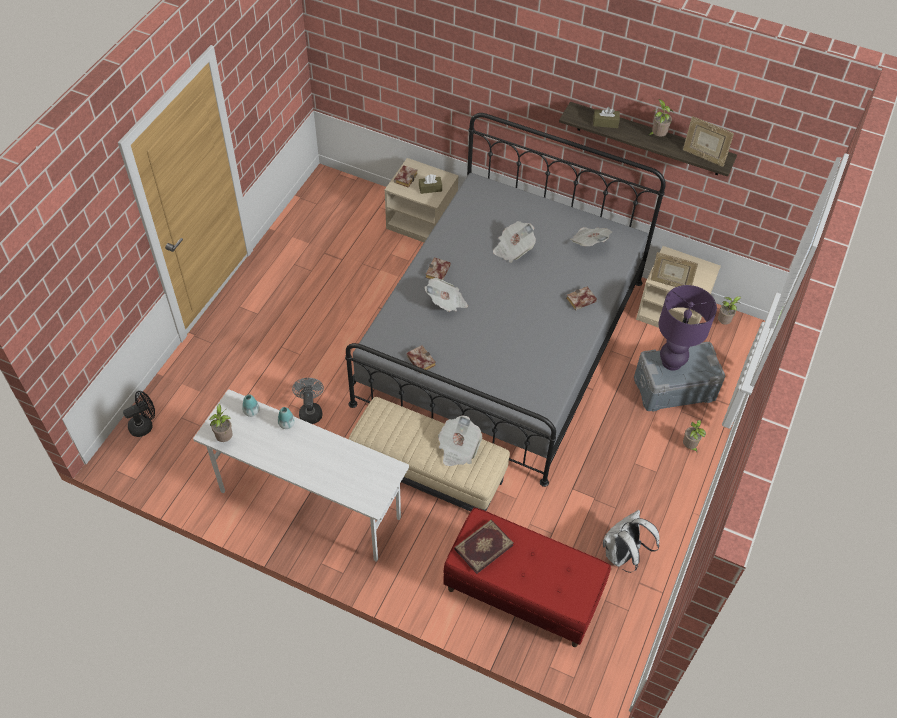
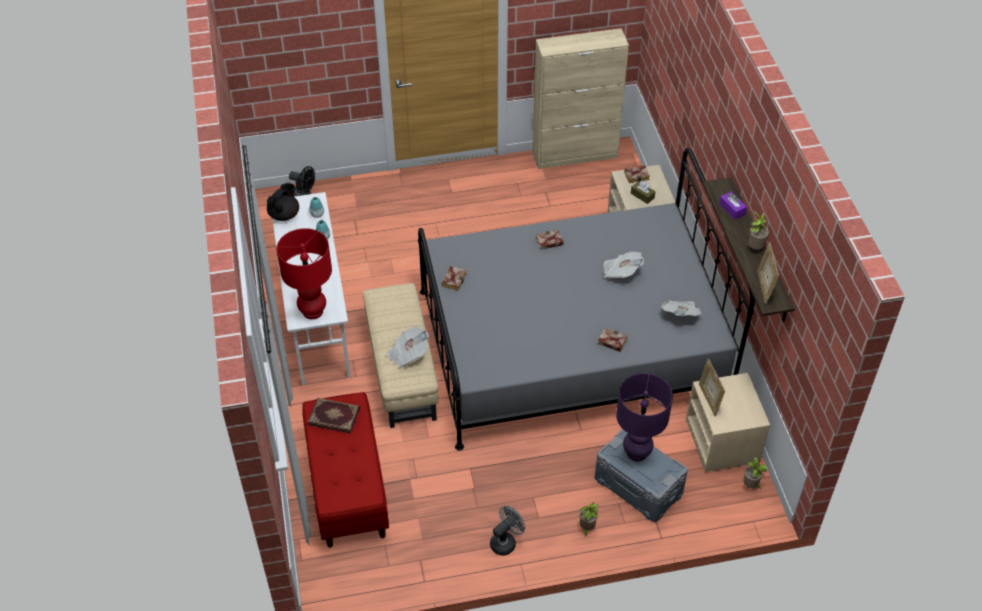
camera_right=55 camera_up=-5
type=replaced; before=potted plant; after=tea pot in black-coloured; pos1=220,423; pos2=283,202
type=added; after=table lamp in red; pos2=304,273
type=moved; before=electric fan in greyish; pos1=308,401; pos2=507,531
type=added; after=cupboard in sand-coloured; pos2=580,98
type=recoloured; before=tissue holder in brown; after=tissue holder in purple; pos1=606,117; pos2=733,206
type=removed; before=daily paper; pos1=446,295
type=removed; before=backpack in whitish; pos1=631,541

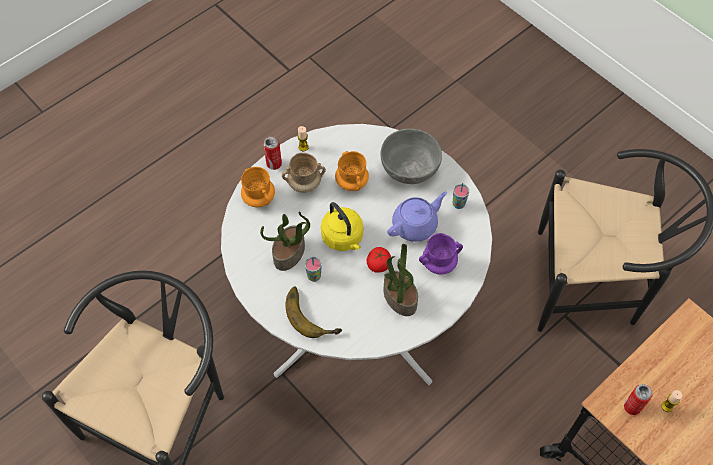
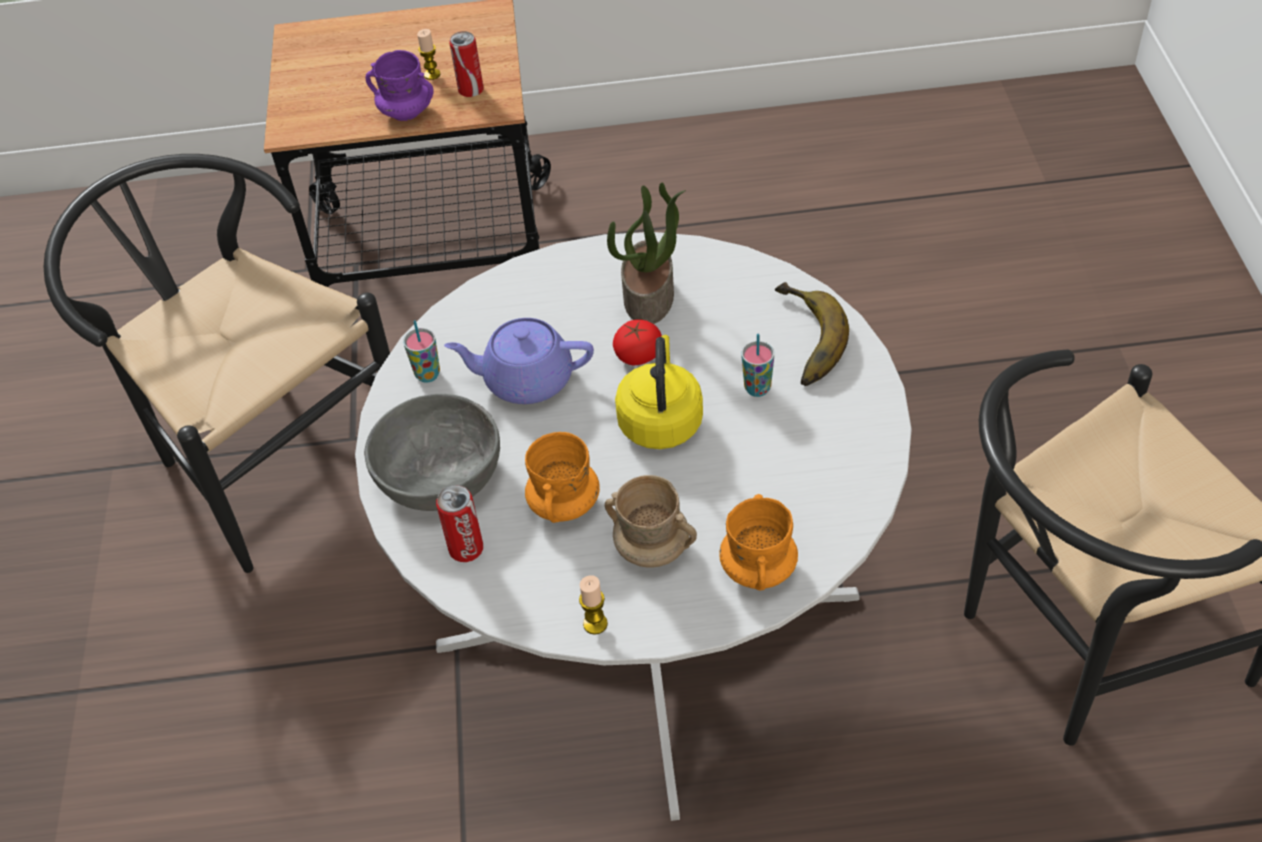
camera_right=-140 camera_up=-10
type=moved; before=coffee mug in purple; pos1=441,254; pos2=399,85
type=moved; before=sealed can; pos1=272,153; pos2=459,523
type=removed; before=potted plant; pos1=285,241

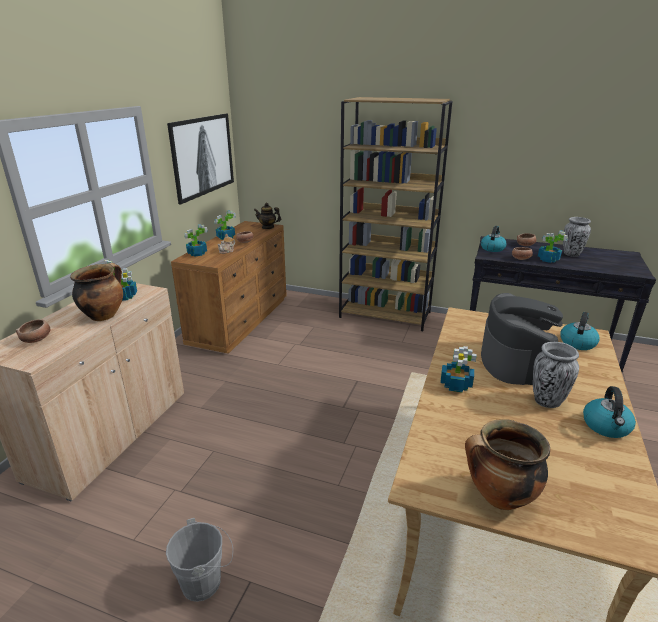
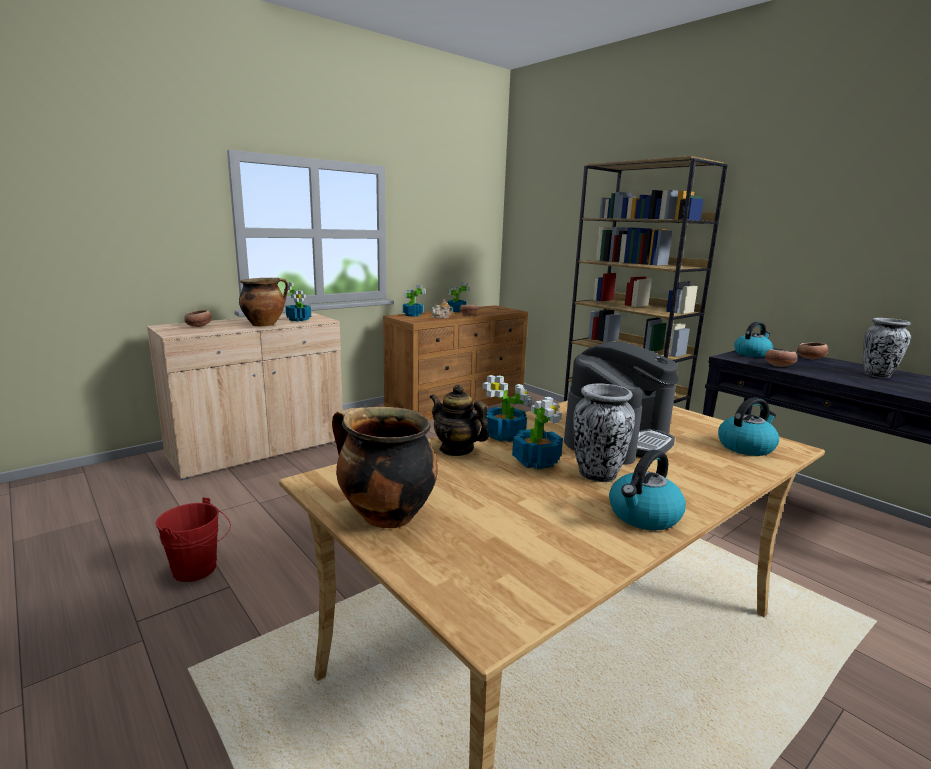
camera_right=30 camera_up=-10
type=recoloured; before=pail in greyish; after=pail in red; pos1=199,560; pos2=193,539
type=moved; before=tea pot; pos1=267,216; pos2=459,420
type=moved; before=potted plant; pos1=553,247; pos2=537,433
type=removed; before=picture; pos1=200,159

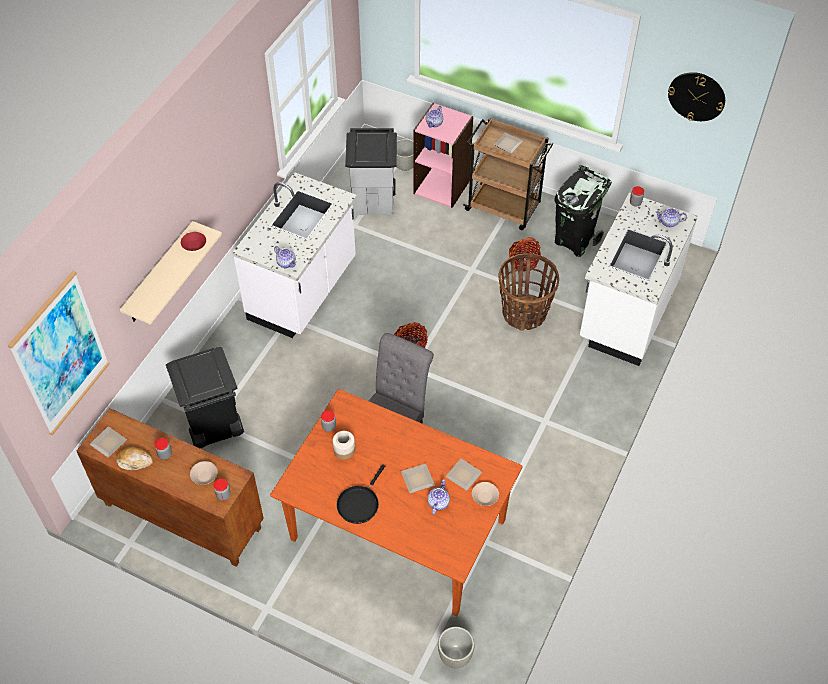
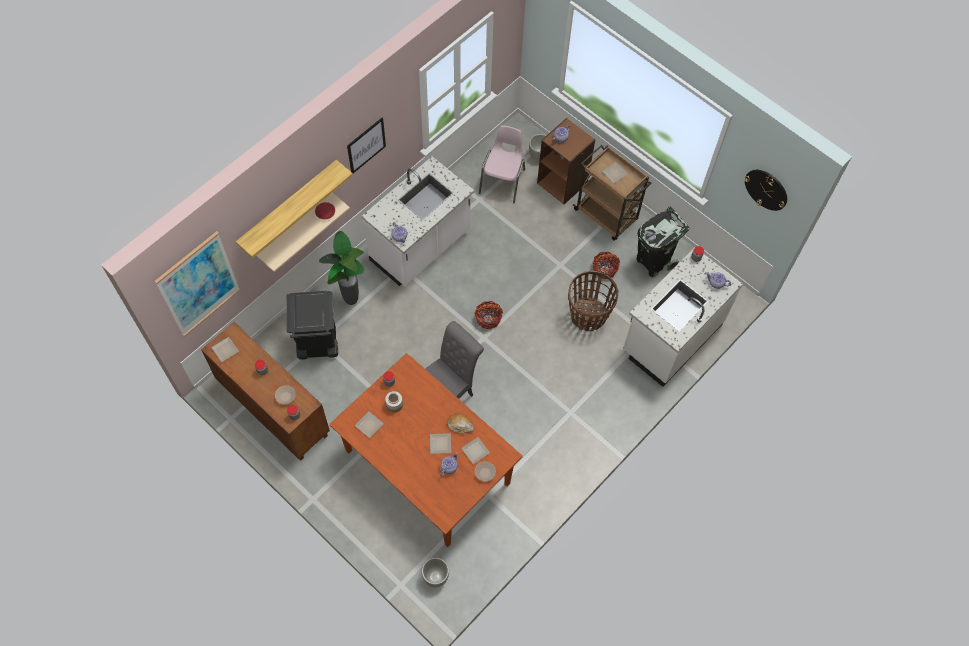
camera_right=15 camera_up=10
type=added; after=wall shelf; pos2=294,209
type=added; after=potted plant; pos2=341,268
type=added; after=picture; pos2=366,145
type=added; after=plate; pos2=369,424
type=moved; before=baked bread; pos1=134,458; pos2=460,423
type=replaced; before=waste bin in greyish; after=chair in pink; pos1=371,171; pos2=502,164
type=recoloured; before=bookshelf in pink; after=bookshelf in brown; pos1=443,155; pos2=566,161
type=removed; before=frying pan in black-coloured; pos1=360,494

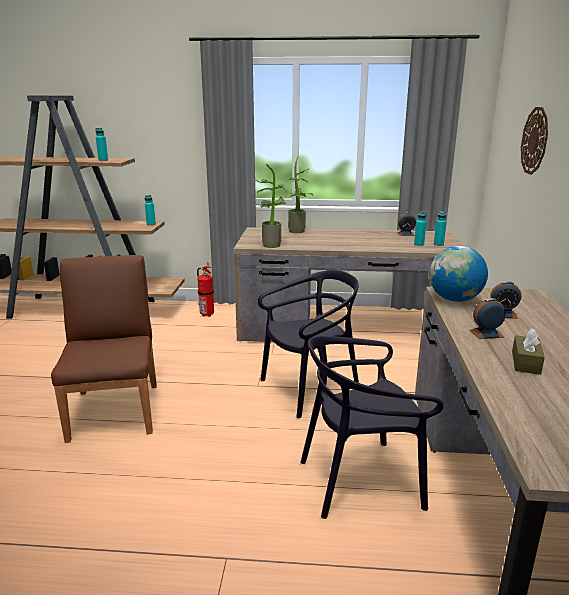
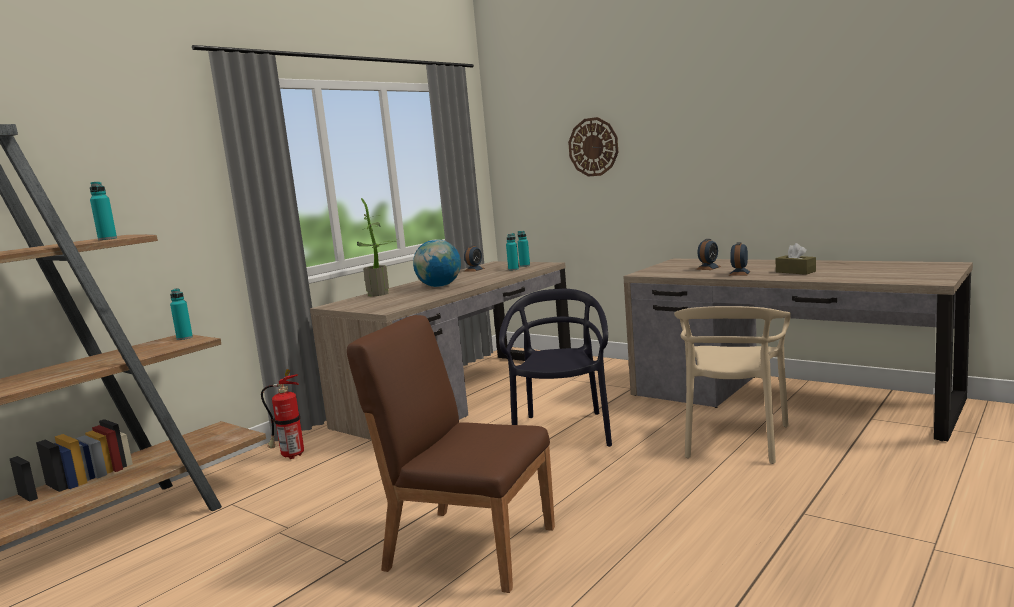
camera_right=-55 camera_up=-10
type=moved; before=desk globe; pos1=458,274; pos2=437,263
type=recoloured; before=chair in black-coloured; after=chair in sand-coloured; pos1=372,427; pos2=732,385
type=removed; before=potted plant; pos1=270,206

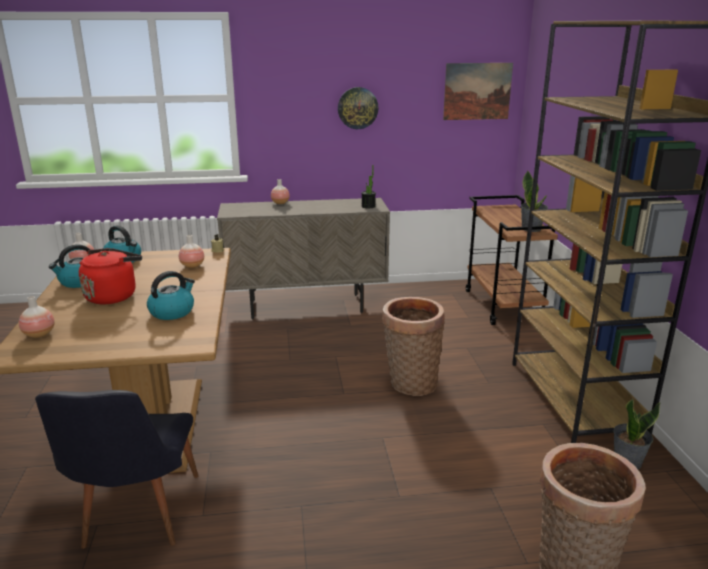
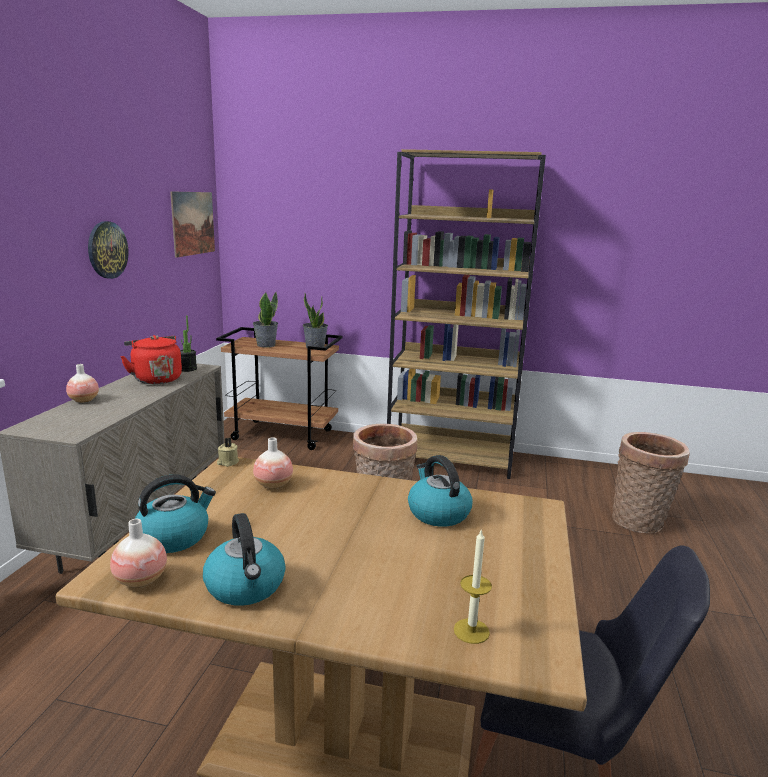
camera_right=-70 camera_up=-5
type=moved; before=kettle in red; pos1=110,276; pos2=151,359
type=moved; before=potted plant; pos1=637,434; pos2=265,320
type=replaced; before=flower vase; after=candle; pos1=37,317; pos2=473,586

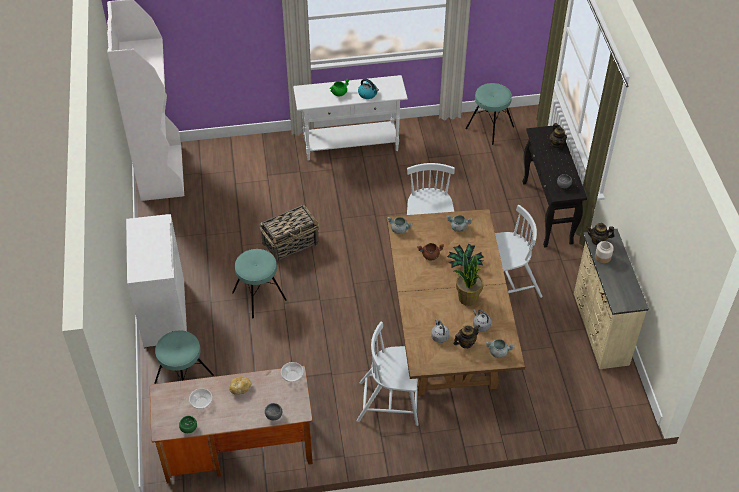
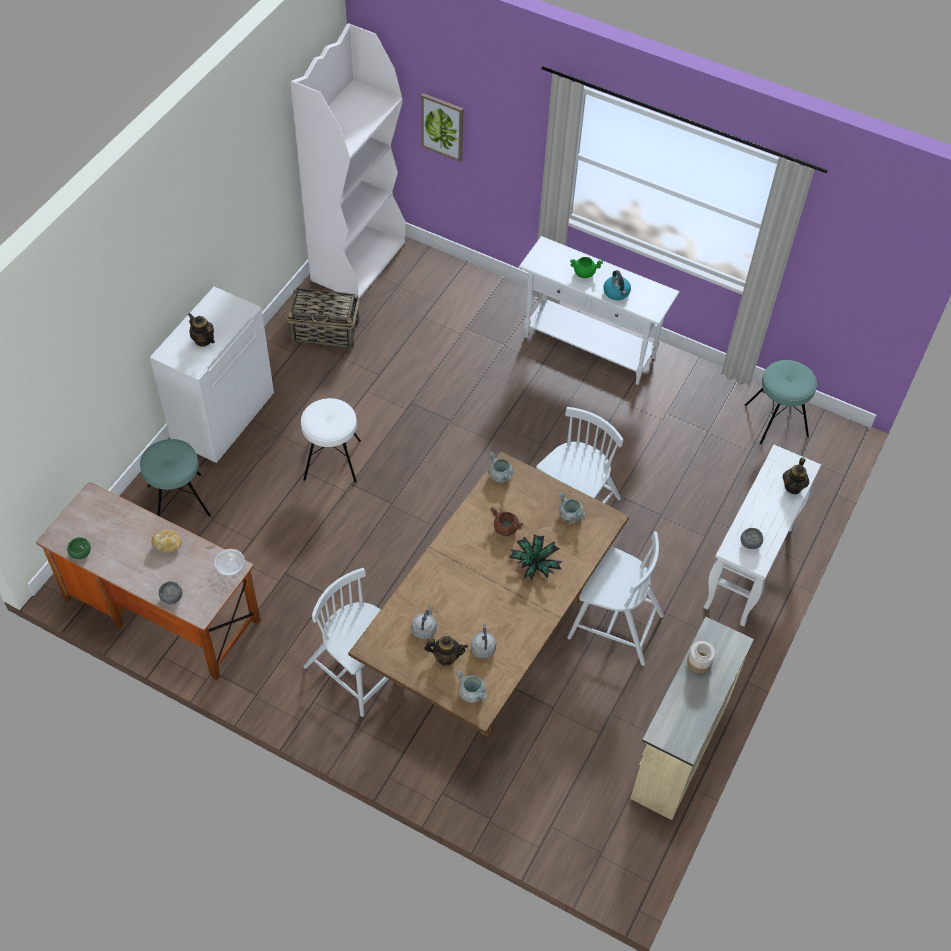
camera_right=35 camera_up=5
type=moved; before=tea pot; pos1=600,234; pos2=201,330
type=moved; before=household basket; pos1=289,234; pos2=322,318
type=recoloured; before=stool in turquoise-coloured; after=stool in whitish; pos1=259,284; pos2=331,440
type=added; after=picture; pos2=442,127
type=recoloured; before=console table in black-coloured; after=console table in whitish; pos1=554,186; pos2=762,535
type=removed; before=deep dish; pos1=200,398
type=removed; before=potted plant; pos1=468,279

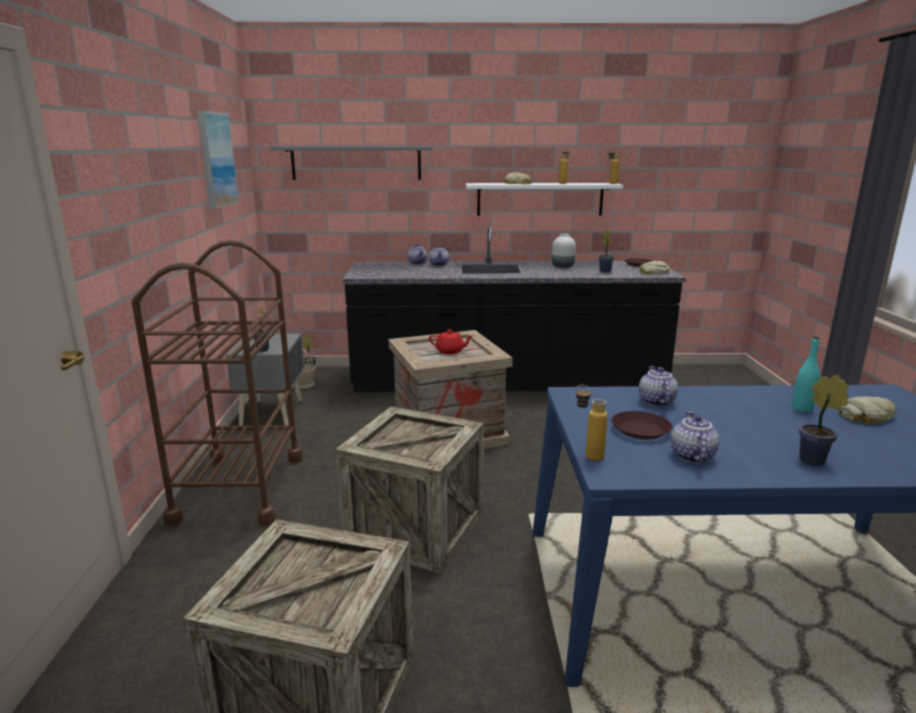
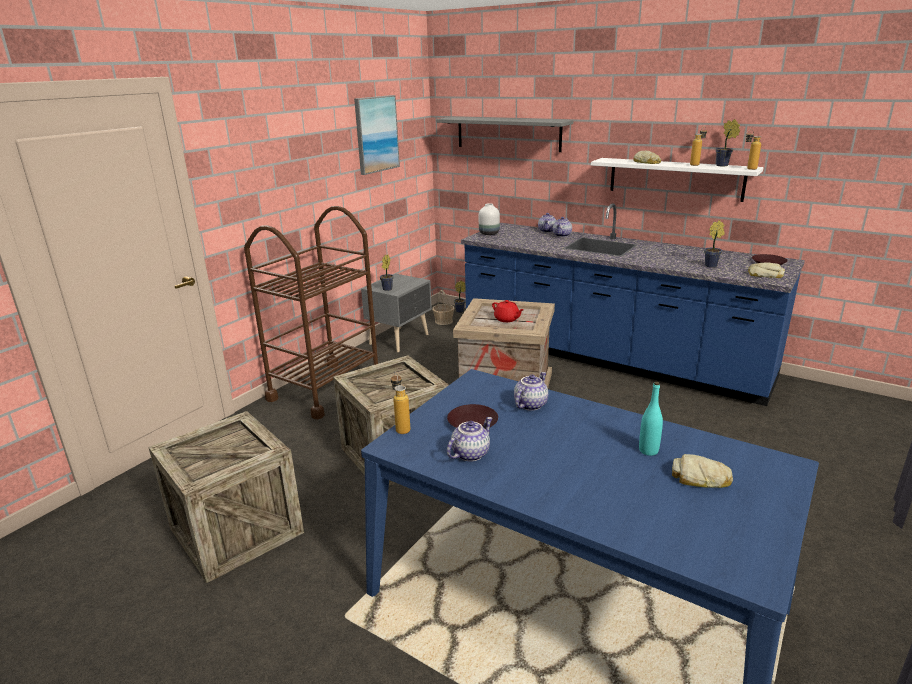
camera_right=35 camera_up=5
type=recoloured; before=kitchen base unit in black-coloured; after=kitchen base unit in bluish; pos1=514,309; pos2=633,304
type=moved; before=flower vase in whitish; pos1=564,250; pos2=489,219
type=moved; before=potted plant; pos1=824,420; pos2=728,142

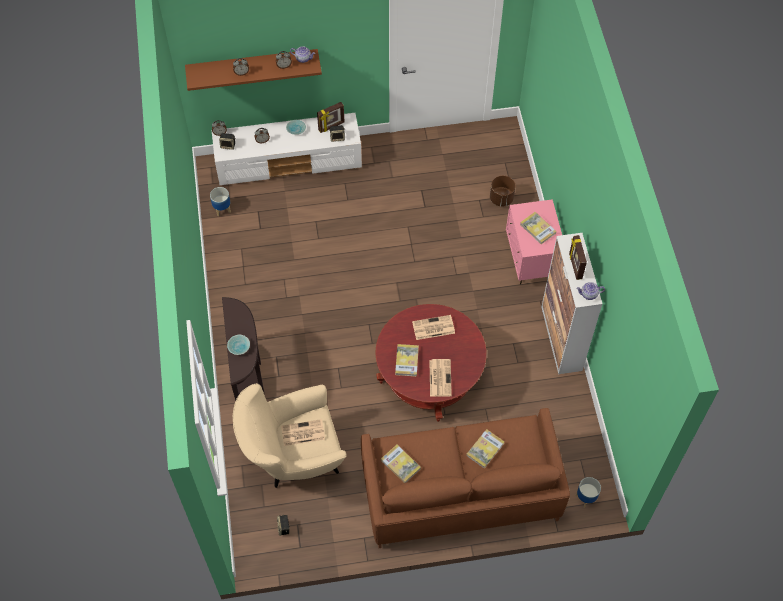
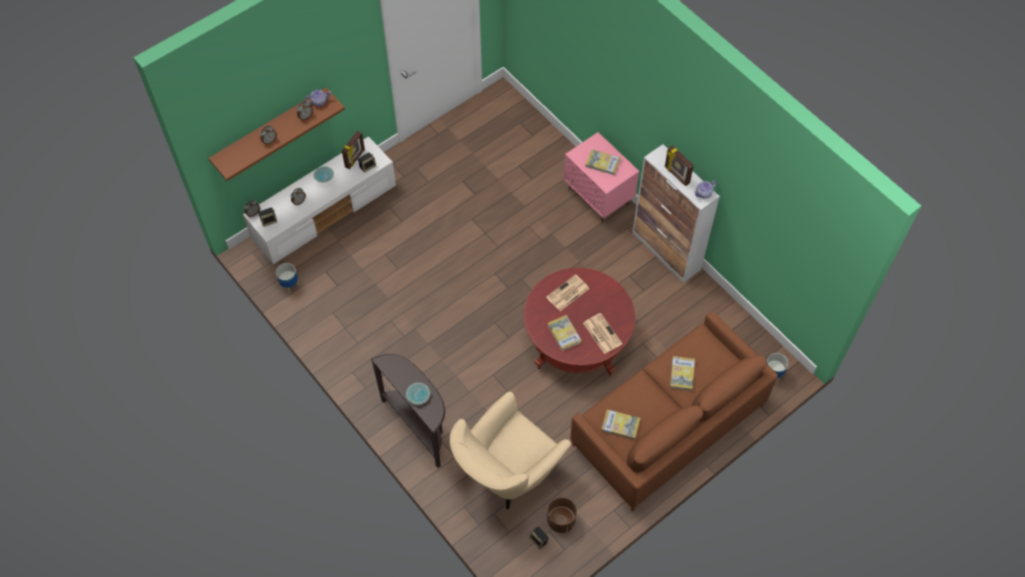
camera_right=-30 camera_up=0
type=moved; before=planter in brown; pos1=503,191; pos2=562,515
type=removed; before=daily paper; pos1=303,432

